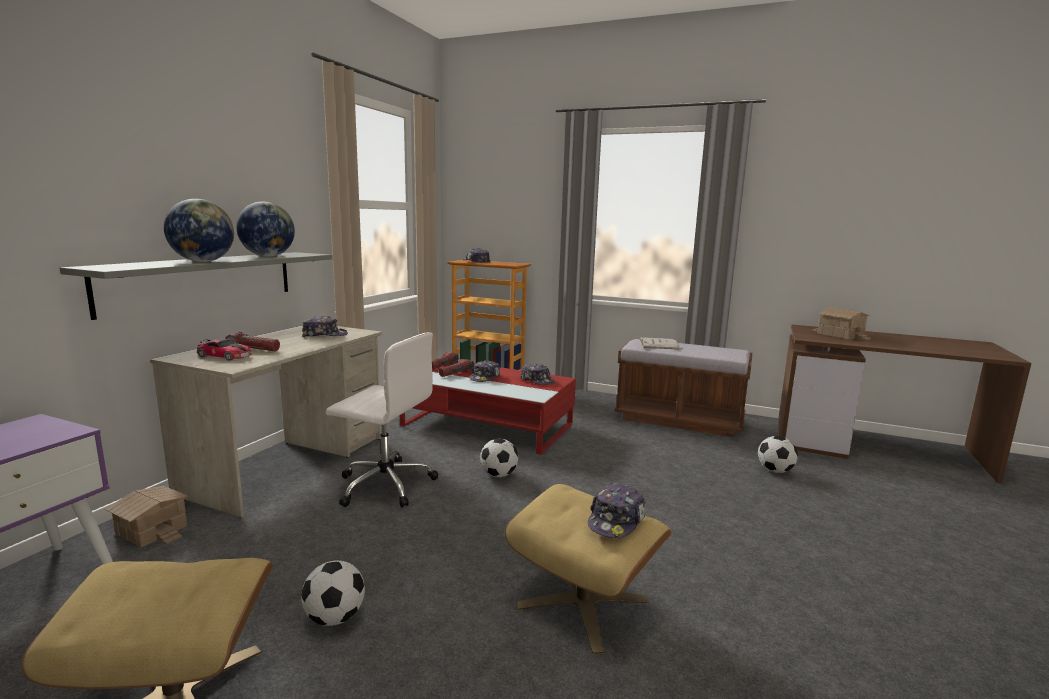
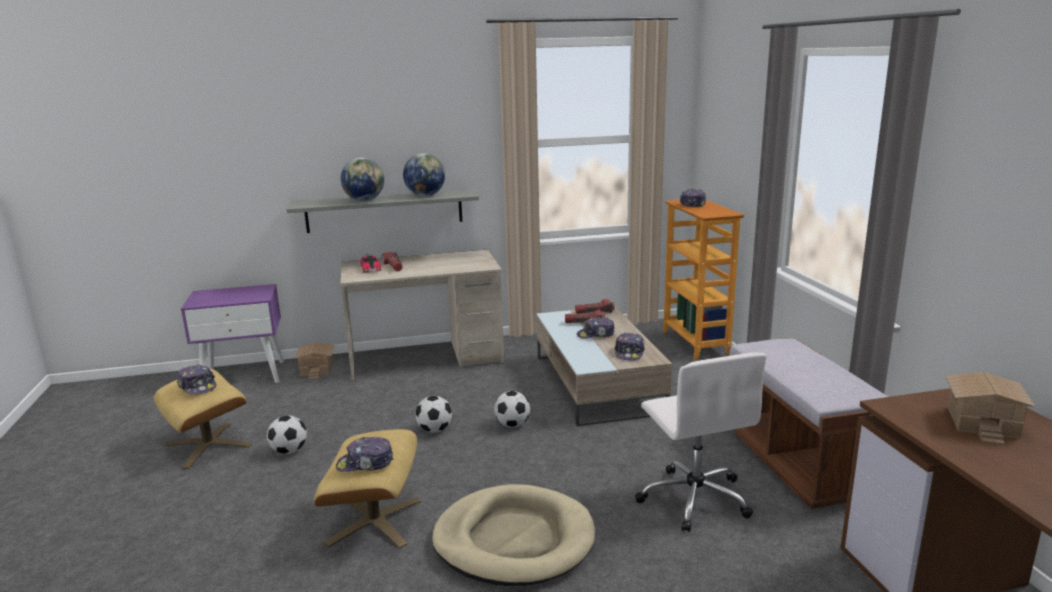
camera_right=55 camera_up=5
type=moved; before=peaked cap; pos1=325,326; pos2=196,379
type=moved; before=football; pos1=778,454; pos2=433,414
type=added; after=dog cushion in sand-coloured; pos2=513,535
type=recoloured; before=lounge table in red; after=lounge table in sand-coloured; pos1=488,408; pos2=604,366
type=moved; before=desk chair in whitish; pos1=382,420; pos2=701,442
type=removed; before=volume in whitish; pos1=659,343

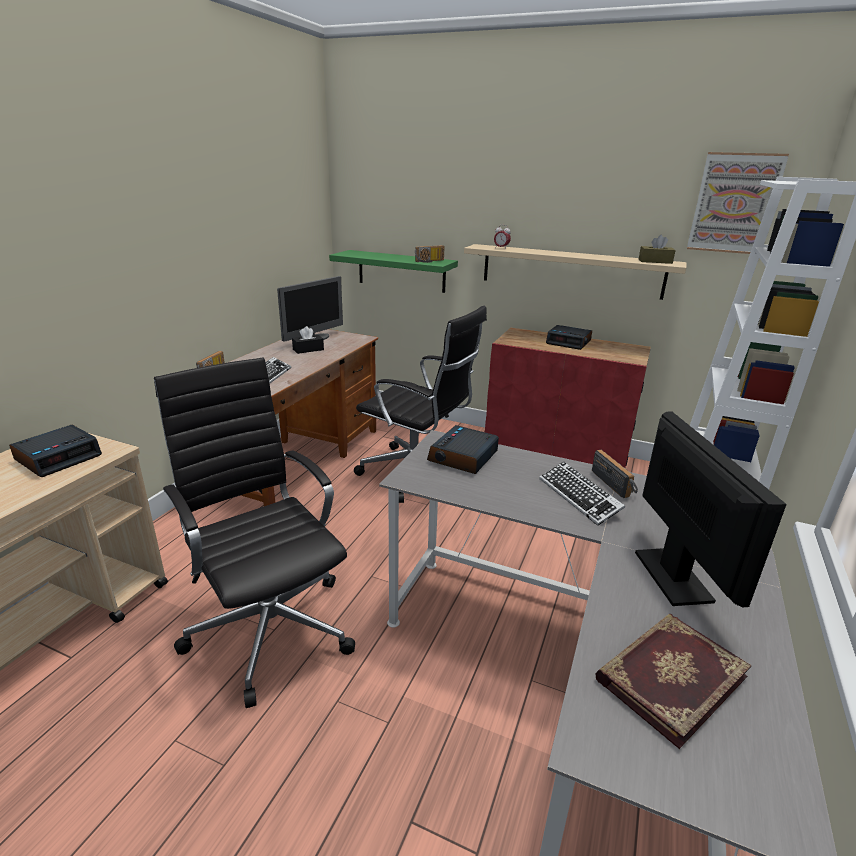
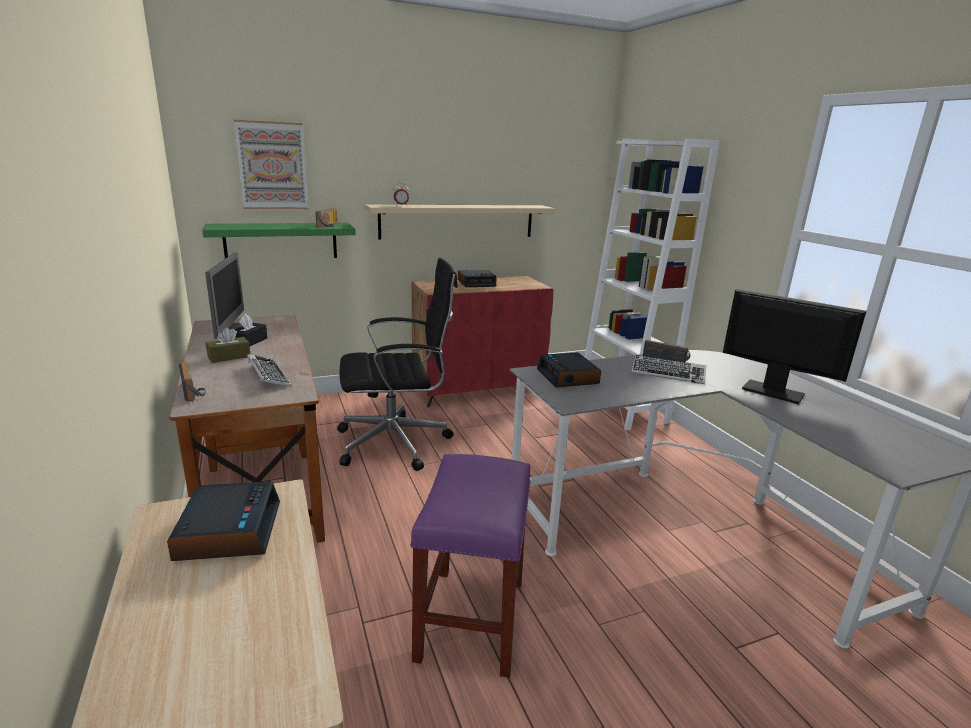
camera_right=-45 camera_up=-5
type=moved; before=tissue holder in brown; pos1=657,249; pos2=228,345
type=moved; before=picture; pos1=738,203; pos2=271,164
type=replaced; before=desk chair in black-coloured; after=stool in purple; pos1=254,532; pos2=470,566
type=removed; before=volume; pos1=673,681

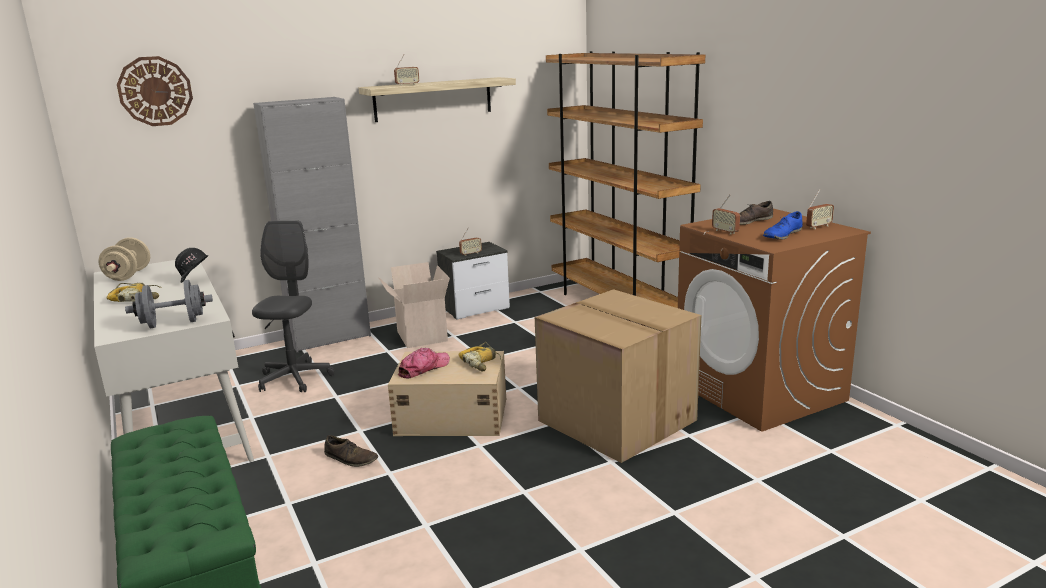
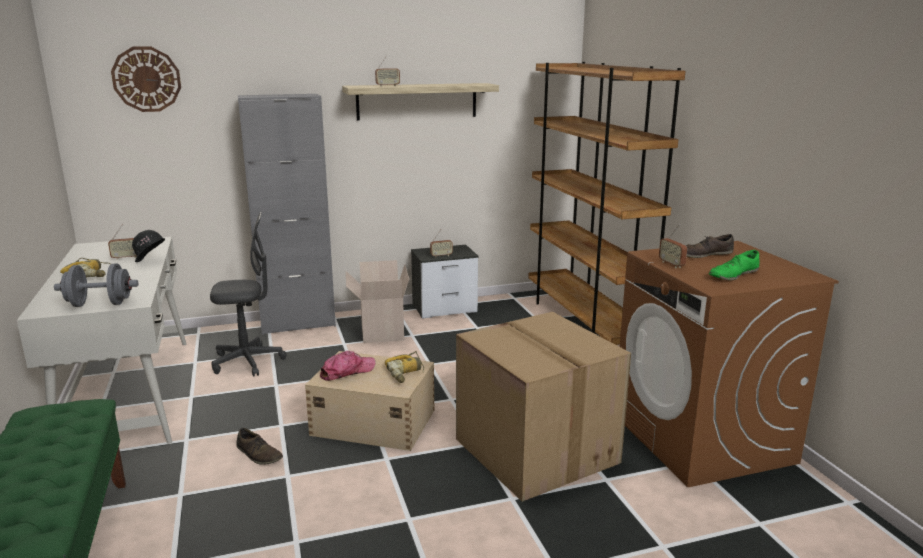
camera_right=10 camera_up=0
type=moved; before=radio receiver; pos1=820,209; pos2=122,242
type=turned; before=desk chair in greyish; pos1=293,306; pos2=248,294; turn=60
type=recoloured; before=item of footwear in bluish; after=item of footwear in greenish; pos1=783,225; pos2=734,265
type=removed; before=dumbbell in sand-coloured; pos1=124,259

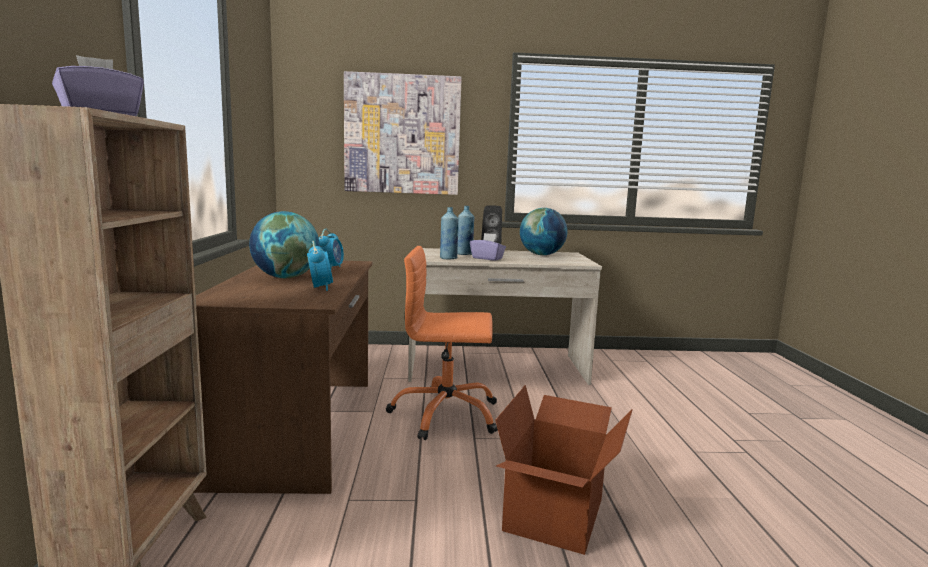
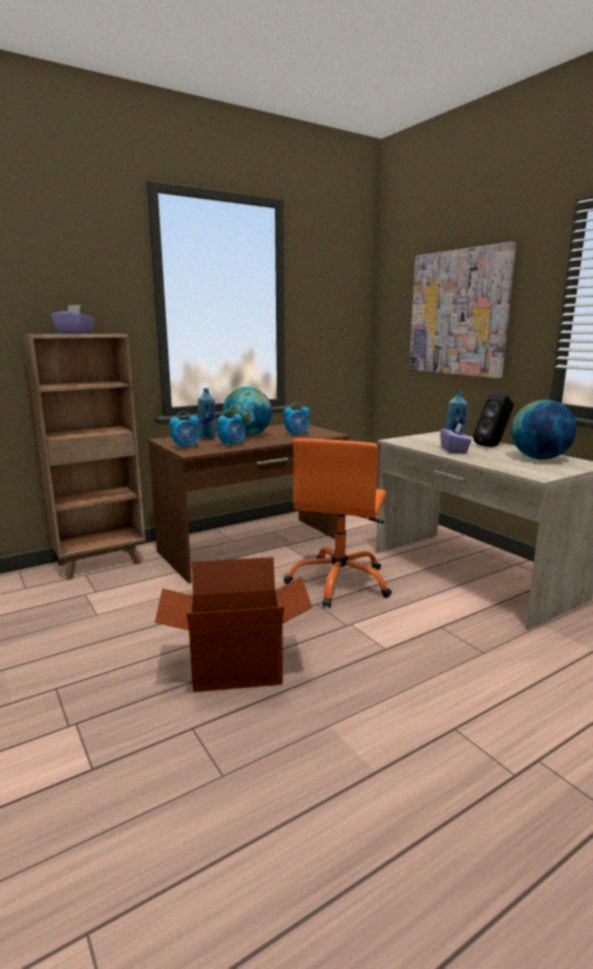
camera_right=60 camera_up=5
type=added; after=alarm clock; pos2=184,430
type=moved; before=beverage bottle in bluish; pos1=449,233; pos2=207,413
type=turned; before=desk chair in orange-coloured; pos1=442,343; pos2=338,523; turn=-135

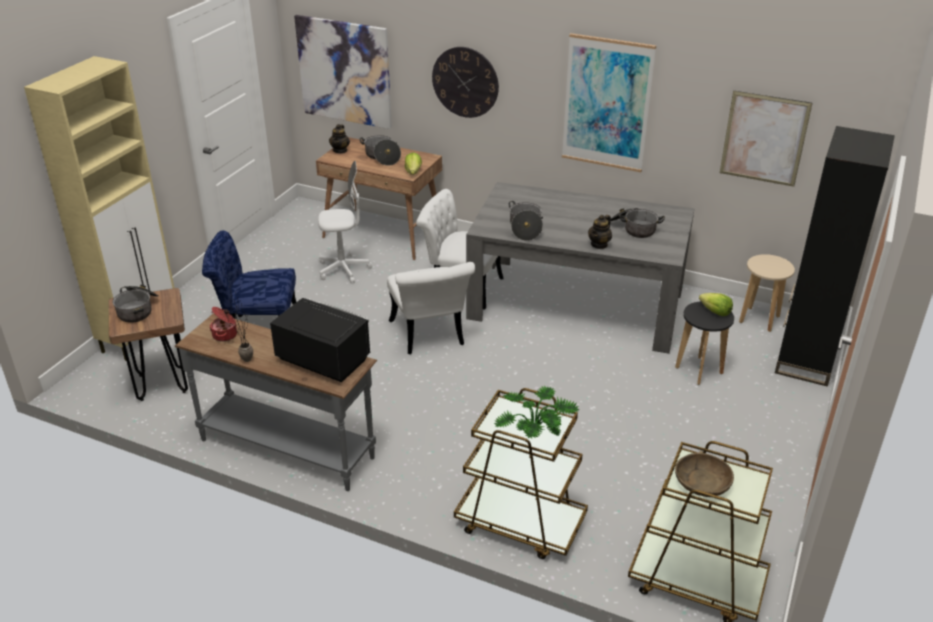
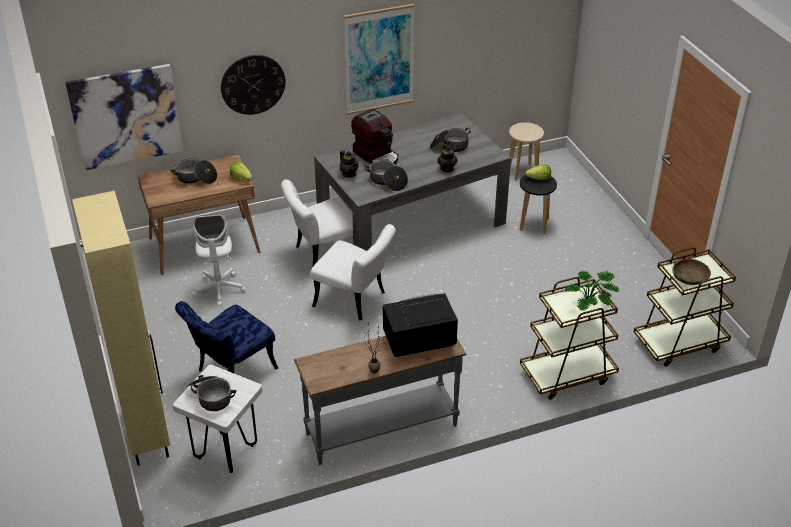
camera_right=-45 camera_up=5
type=recoloured; before=stool in brown; after=stool in whitish; pos1=148,344; pos2=217,419
type=turned; before=desk chair in whitish; pos1=345,222; pos2=219,260; turn=135
type=moved; before=tea pot; pos1=339,139; pos2=349,163
type=added; after=coffee machine; pos2=374,137
type=removed; before=stockpot; pos1=223,324
type=removed; before=picture; pos1=766,139
type=removed; before=bookshelf in black-coloured; pos1=835,256

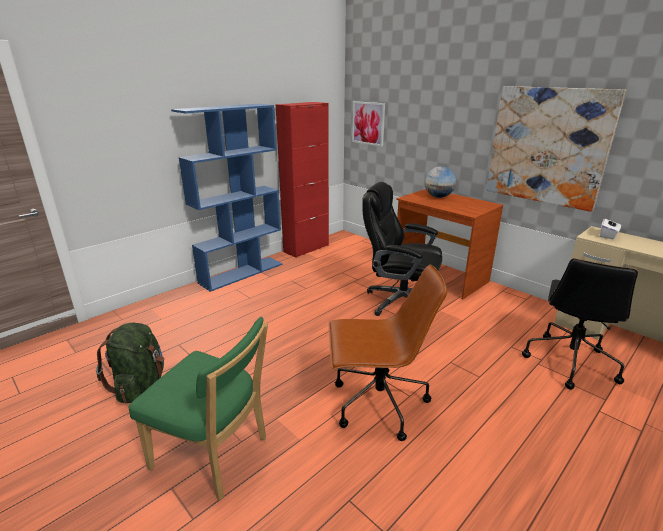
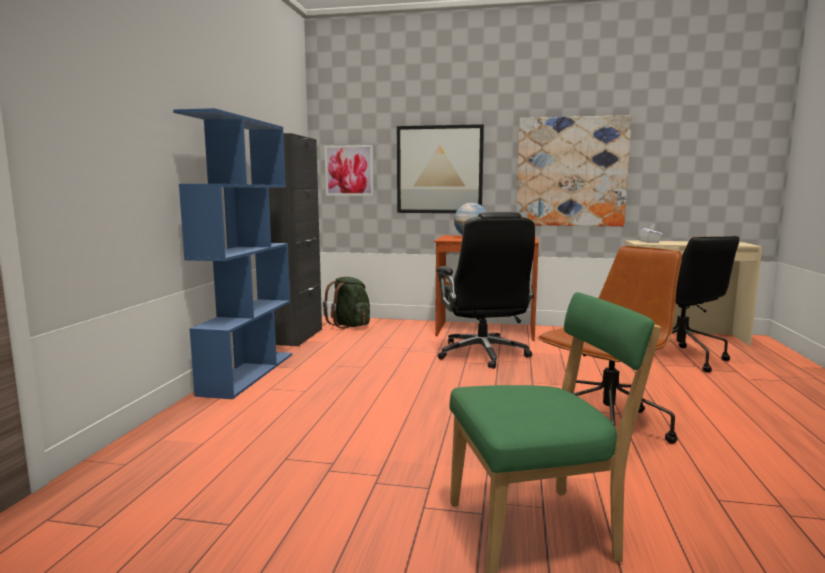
camera_right=-35 camera_up=-15
type=recoloured; before=cupboard in red; after=cupboard in black-coloured; pos1=302,180; pos2=295,239
type=moved; before=backpack in greenish; pos1=130,363; pos2=346,303
type=added; after=picture; pos2=440,168
type=turned; before=desk chair in black-coloured; pos1=402,249; pos2=485,290; turn=-90

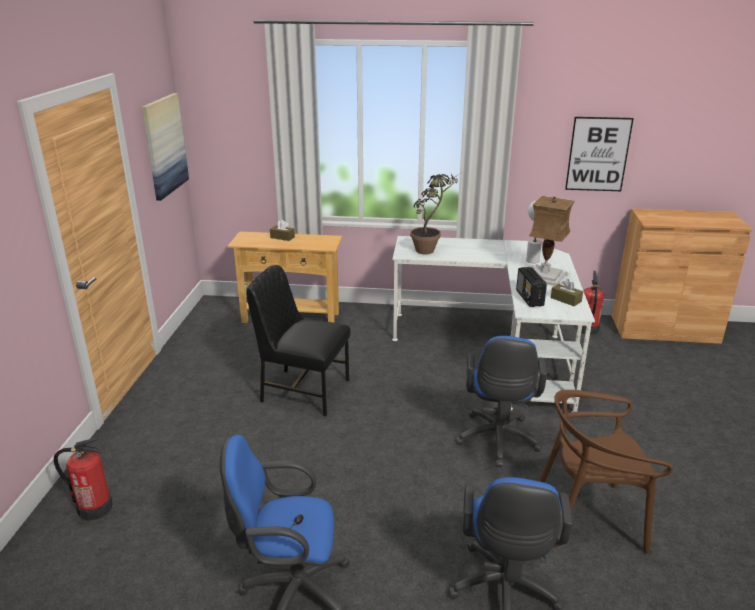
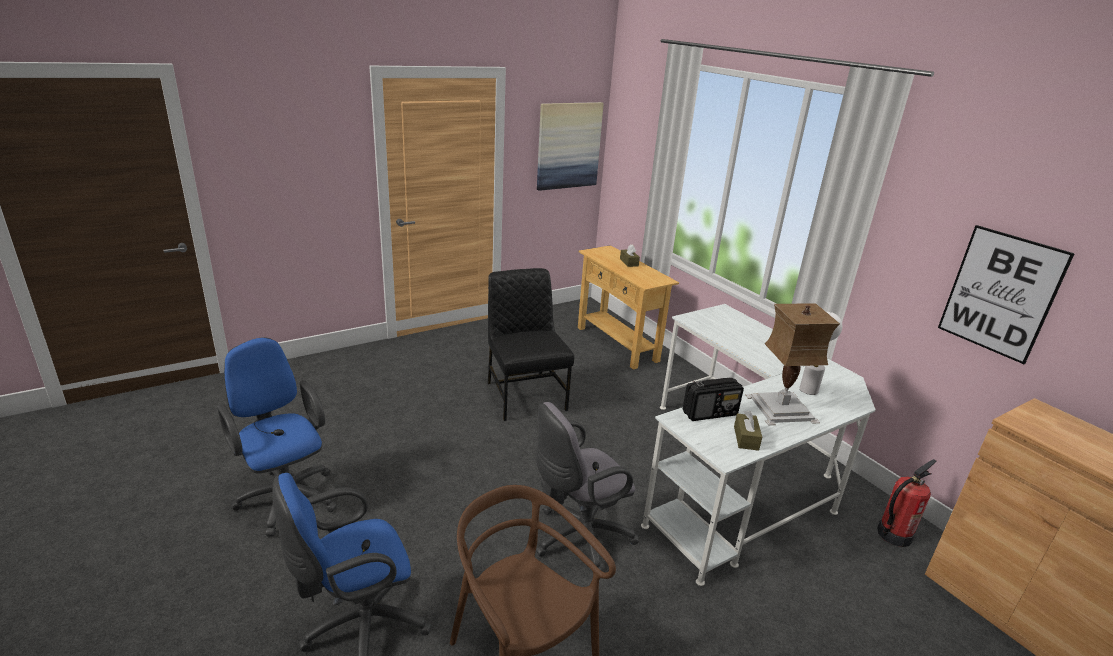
camera_right=50 camera_up=0
type=recoloured; before=desk chair in bluish; after=desk chair in greyish; pos1=501,401; pos2=587,487
type=turned; before=radio receiver; pos1=531,287; pos2=713,399; turn=-150
type=removed; before=extinguisher; pos1=83,479
type=removed; before=potted plant; pos1=434,214

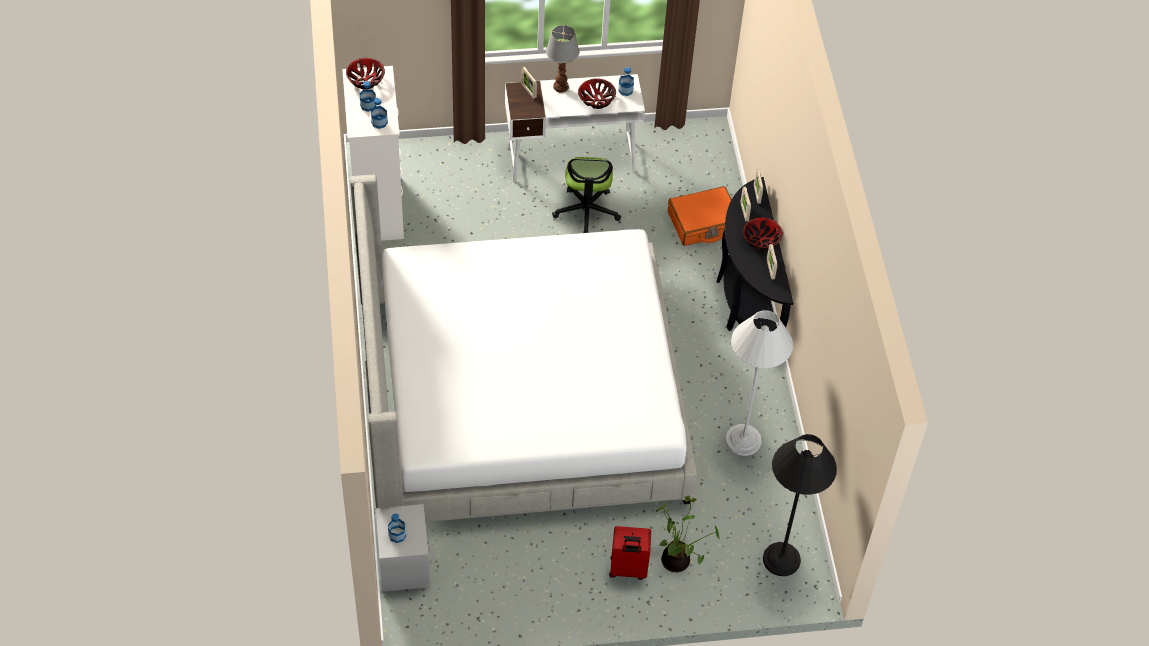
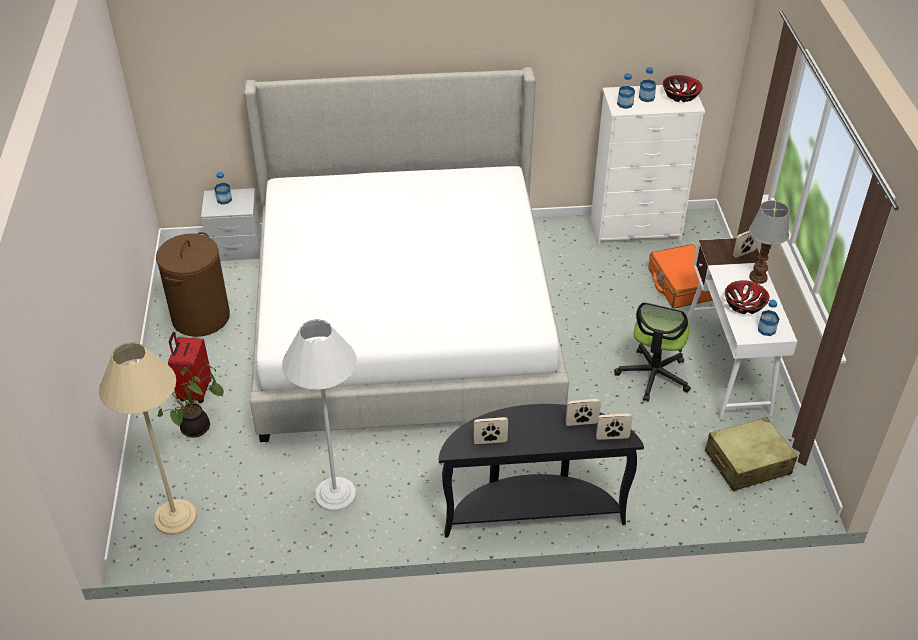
camera_right=95 camera_up=-10
type=recoloured; before=floor lamp in black-coloured; after=floor lamp in sand-coloured; pos1=800,505; pos2=148,438
type=added; after=washing basket in brown; pos2=193,284
type=turned; before=desk chair; pos1=586,195; pos2=652,352; turn=-75
type=moved; before=suitcase in orange-coloured; pos1=700,216; pos2=681,276
type=added; after=suitcase in sand-coloured; pos2=751,454
type=removed; before=deep dish; pos1=763,233

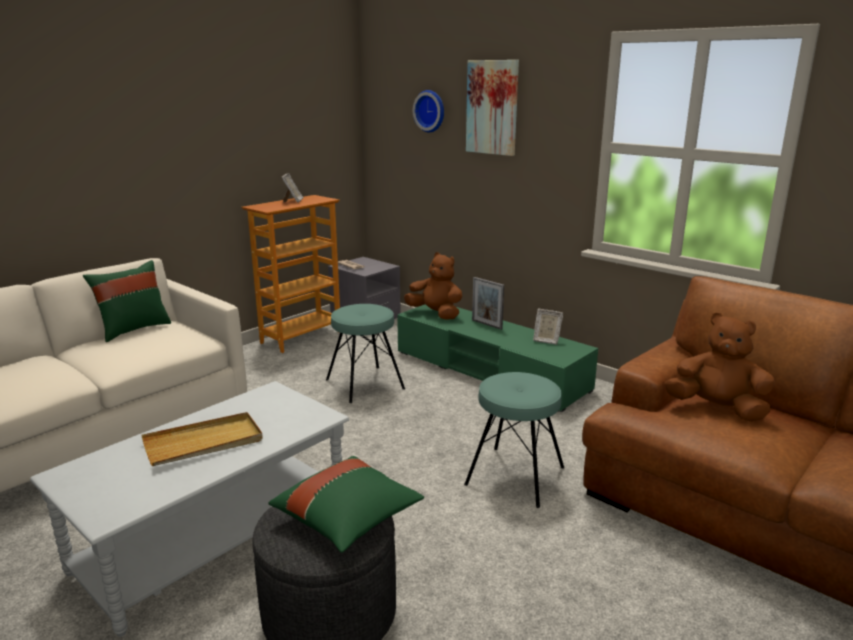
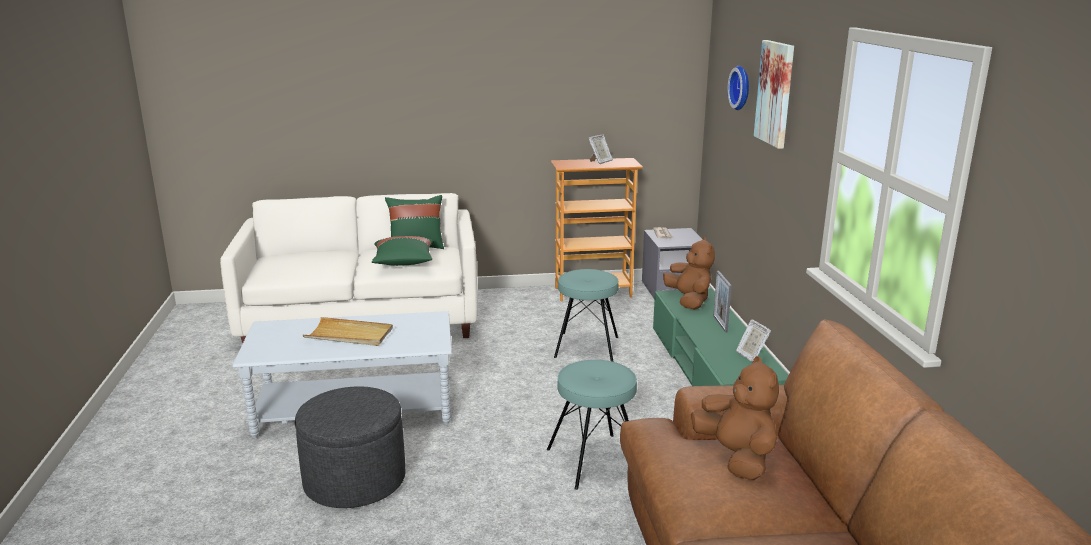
camera_right=40 camera_up=0
type=moved; before=pillow in greenish; pos1=346,504; pos2=402,251

